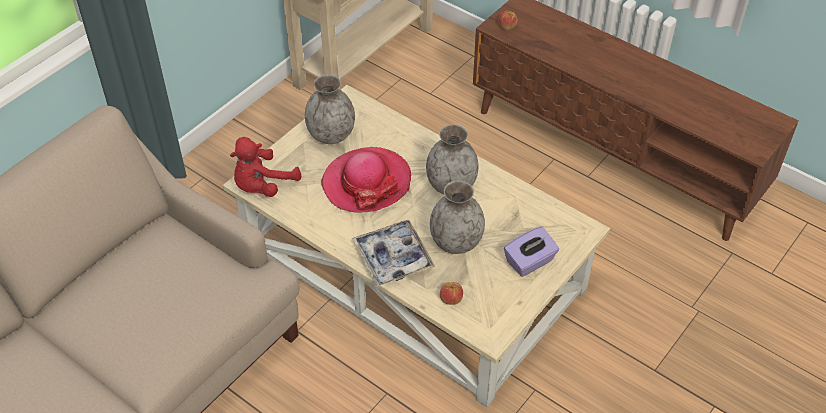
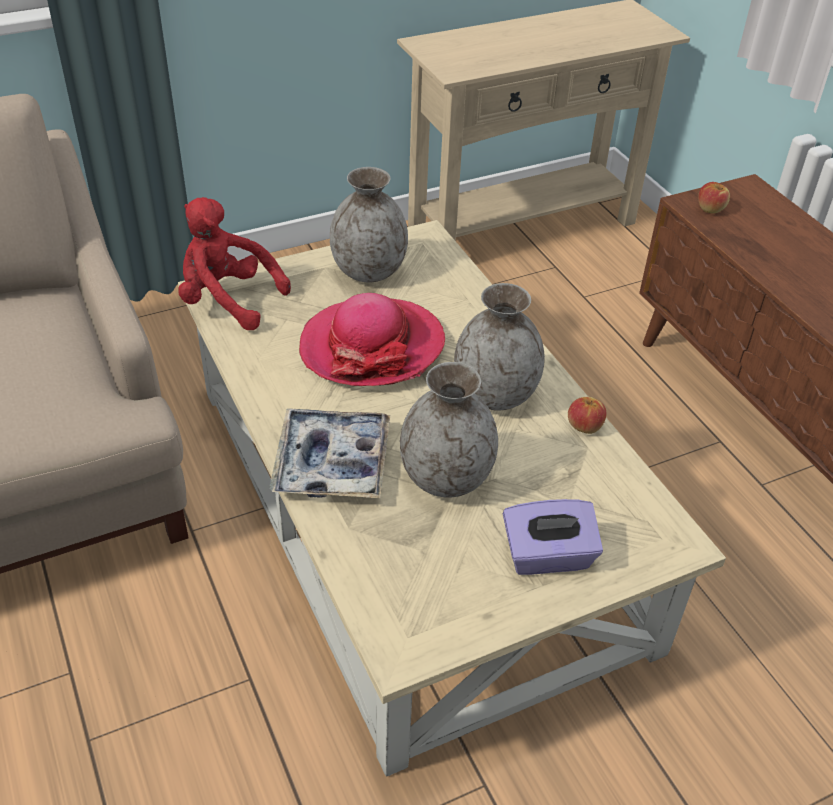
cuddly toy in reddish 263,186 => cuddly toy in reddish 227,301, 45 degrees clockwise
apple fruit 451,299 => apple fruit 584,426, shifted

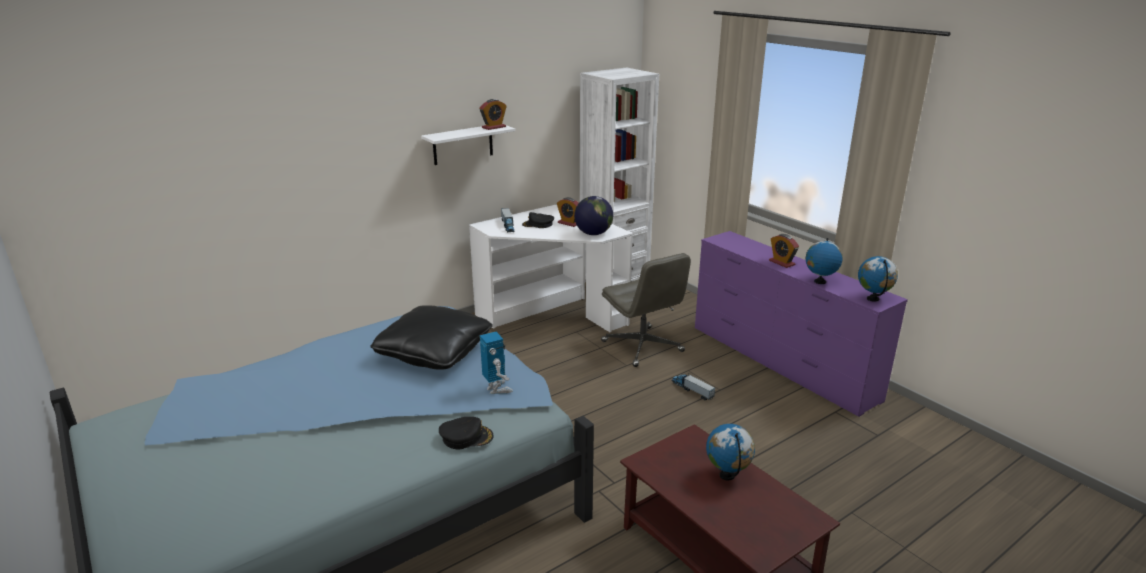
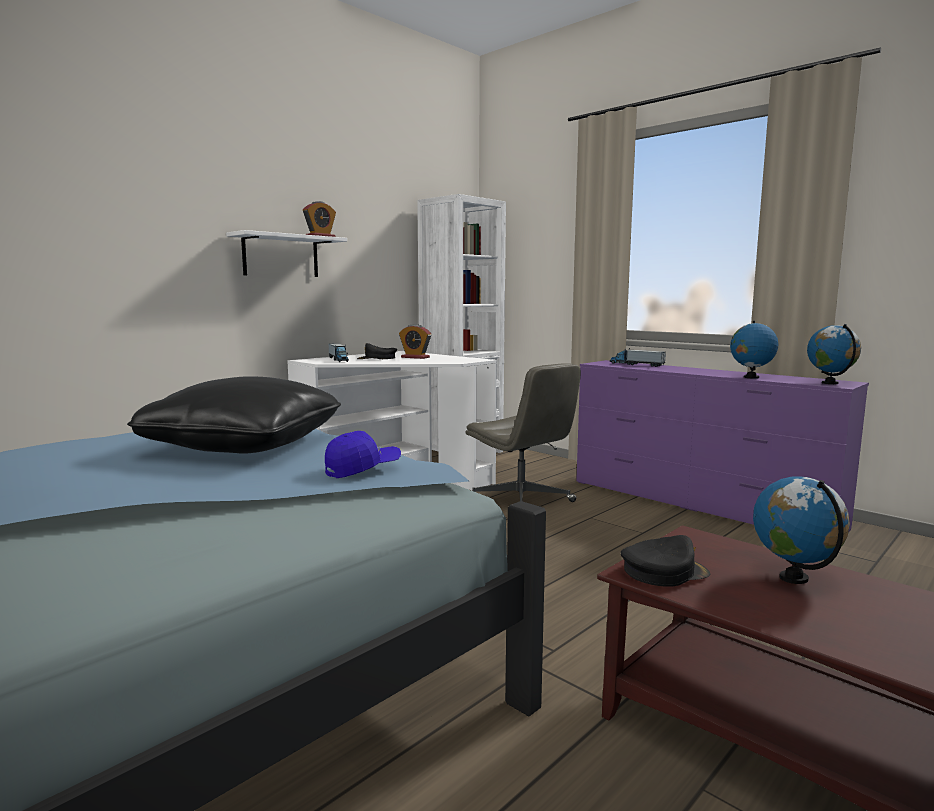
baseball cap in blackish 466,437 => baseball cap in blackish 663,571, shifted
toy robot 497,389 => baseball cap in blue-coloured 362,469
globe 593,233 => nothing
model truck 692,390 => model truck 636,364, shifted
bedside clock 781,263 => nothing

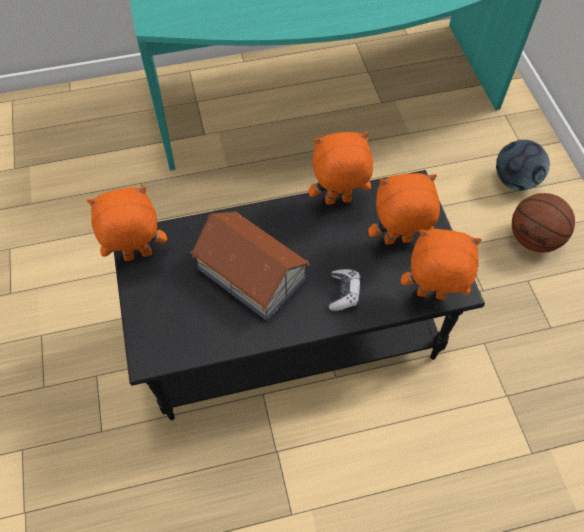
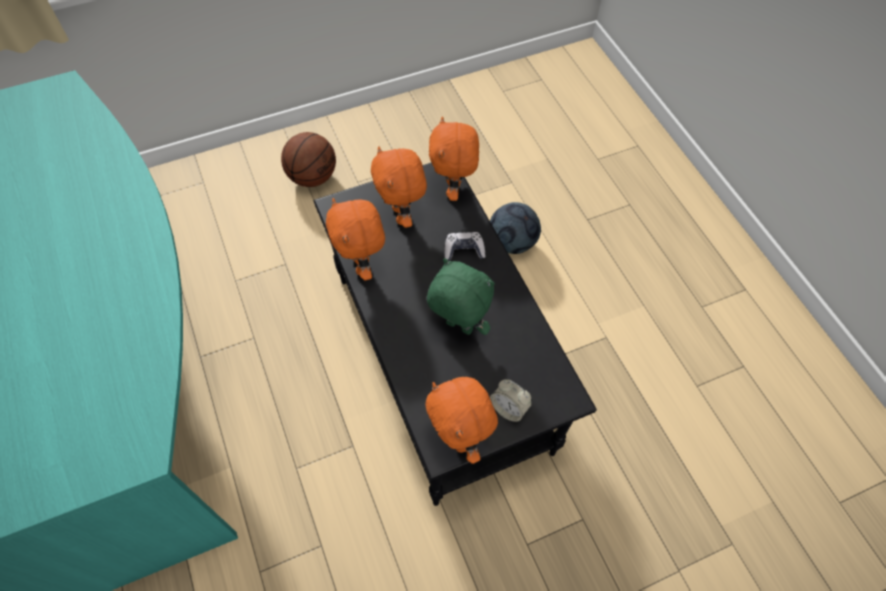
toy house 251,272 => cuddly toy in green-coloured 458,327
ball for football 514,181 => ball for football 512,243, shifted
nothing => bedside clock 509,408

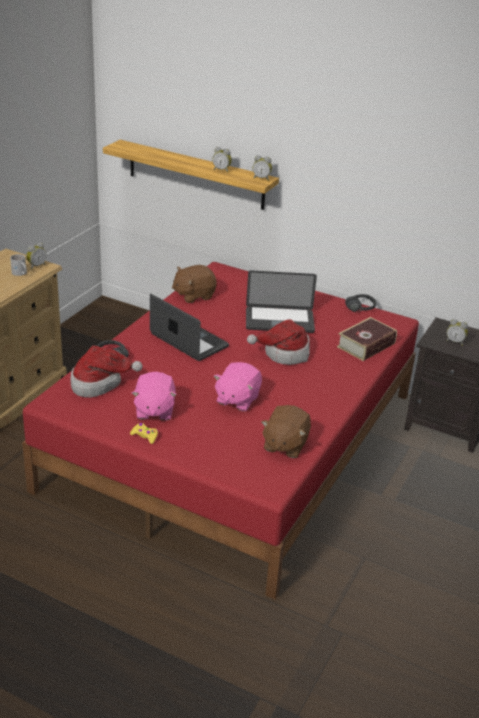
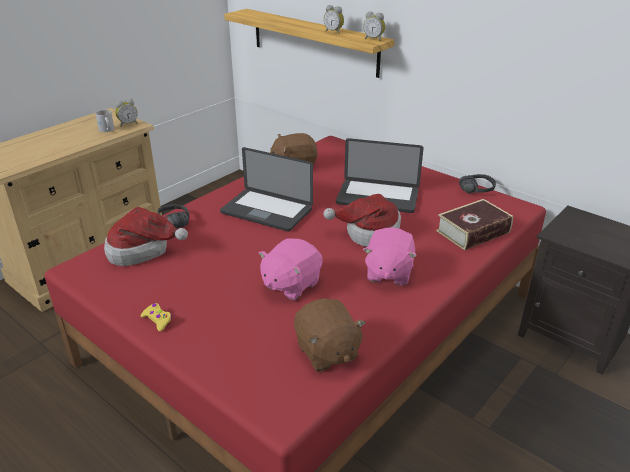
cuddly toy in pinkish 154,410 => cuddly toy in pinkish 388,273, shifted
notebook computer 189,340 => notebook computer 266,211, 150 degrees clockwise
cuddly toy in brown 284,445 => cuddly toy in brown 326,352, 60 degrees counterclockwise
bedside clock 455,342 => nothing

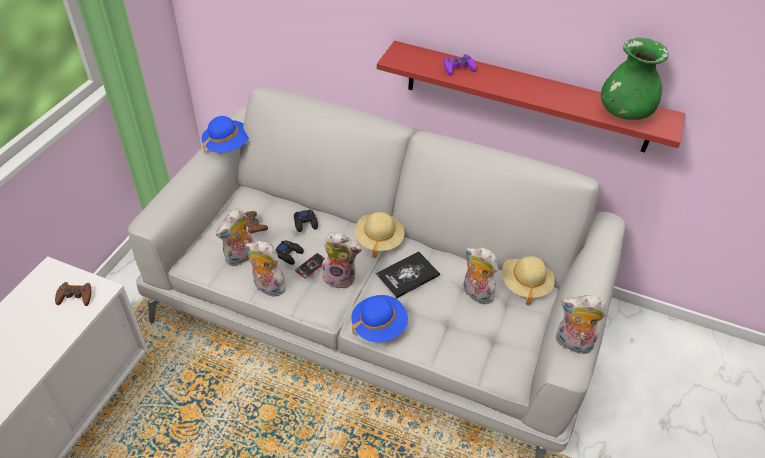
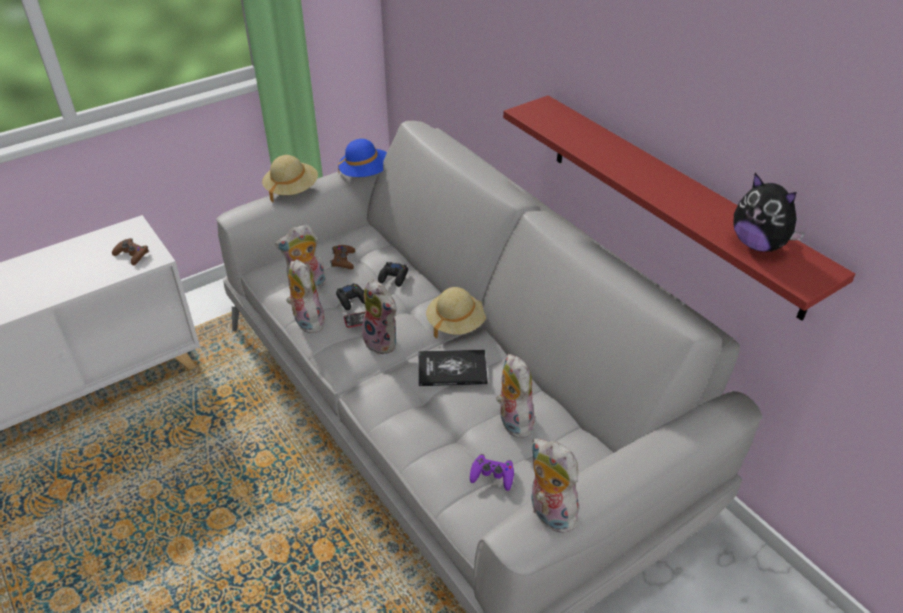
clothing hat in blue-coloured 379,326 => nothing
joypad in purplish 458,68 => joypad in purplish 492,475, shifted
clothing hat in sand-coloured 525,284 => clothing hat in sand-coloured 291,190, shifted
flower vase in green-coloured 623,113 => cuddly toy 758,245

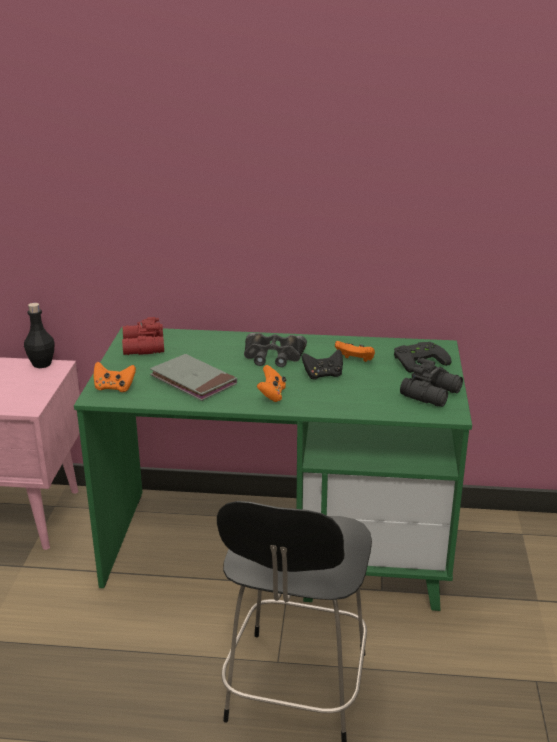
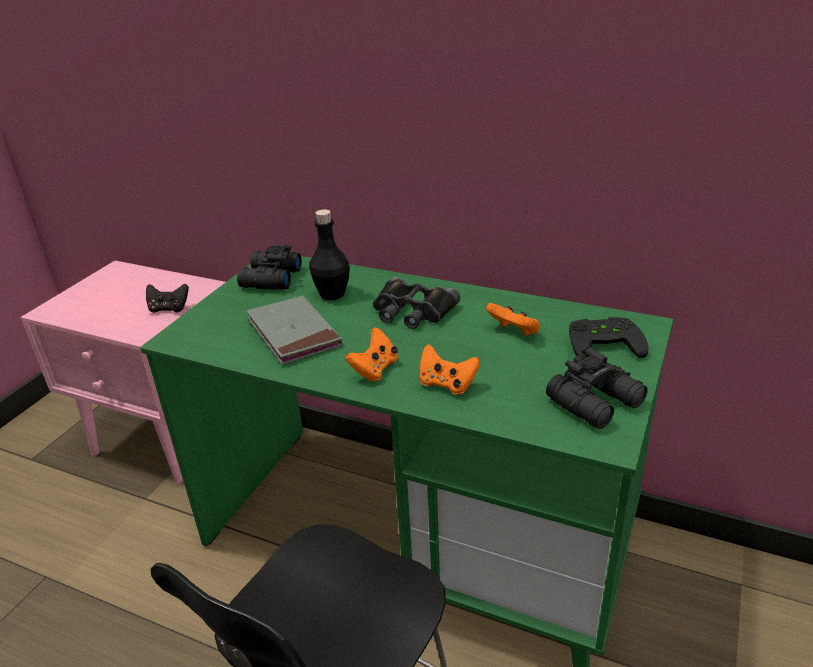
drink bottle in blackish 42,364 => drink bottle in blackish 332,294, shifted
joypad in orangey 114,388 => joypad in orangey 447,384, shifted
binoculars in reddish 142,347 => binoculars in blackish 269,279
joypad in blackish 323,375 => joypad in blackish 169,308, shifted

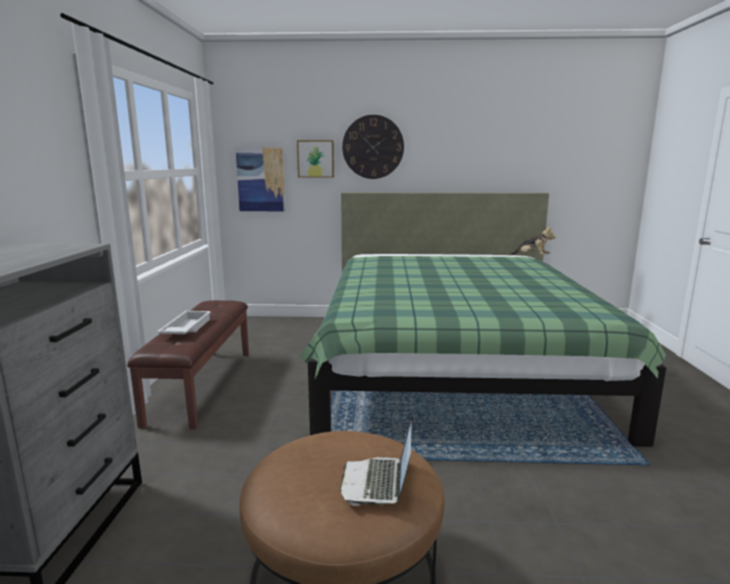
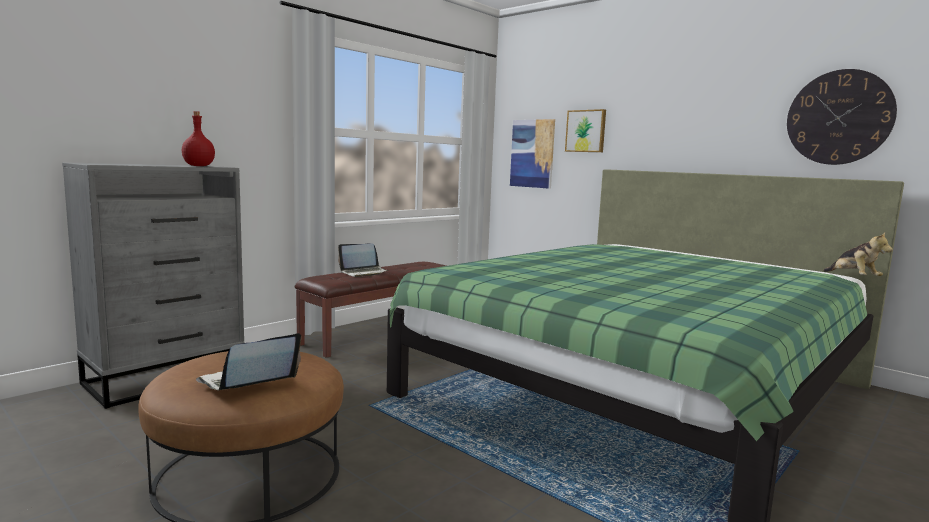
carrying tray in white 185,329 => notebook computer 364,272
clock on the wall 373,147 => clock on the wall 839,117, shifted
nothing => drink bottle in reddish 198,166

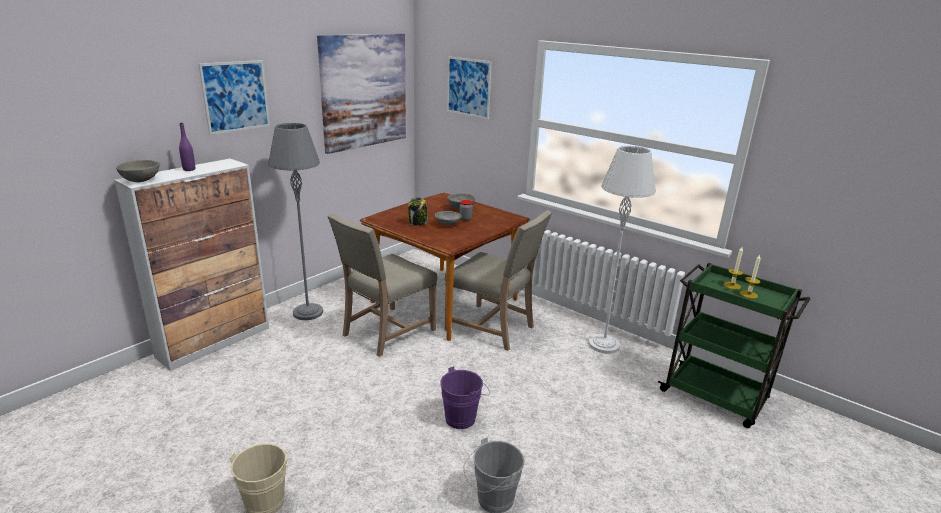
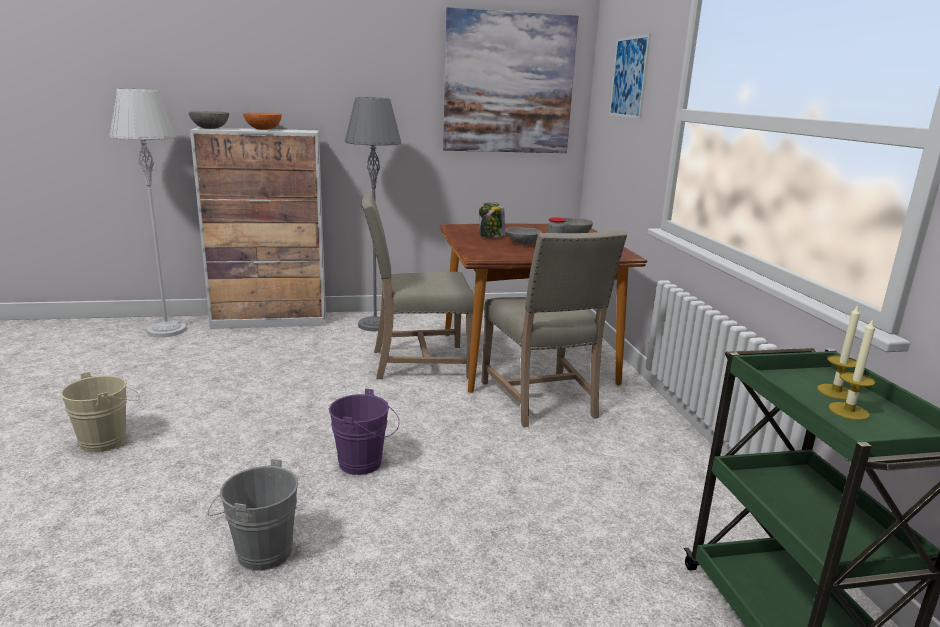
drink bottle in purplish 189,169 => deep dish in orangey 264,129
picture 236,96 => nothing
standard lamp in gray 604,344 => standard lamp in gray 167,330, shifted

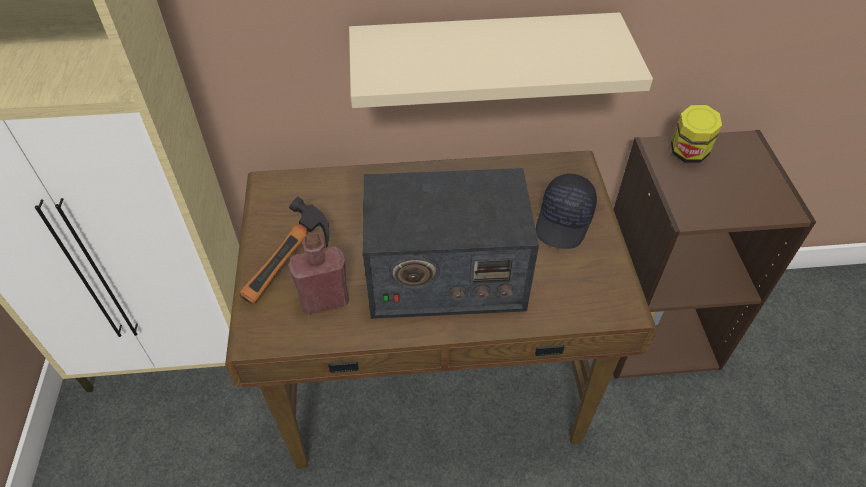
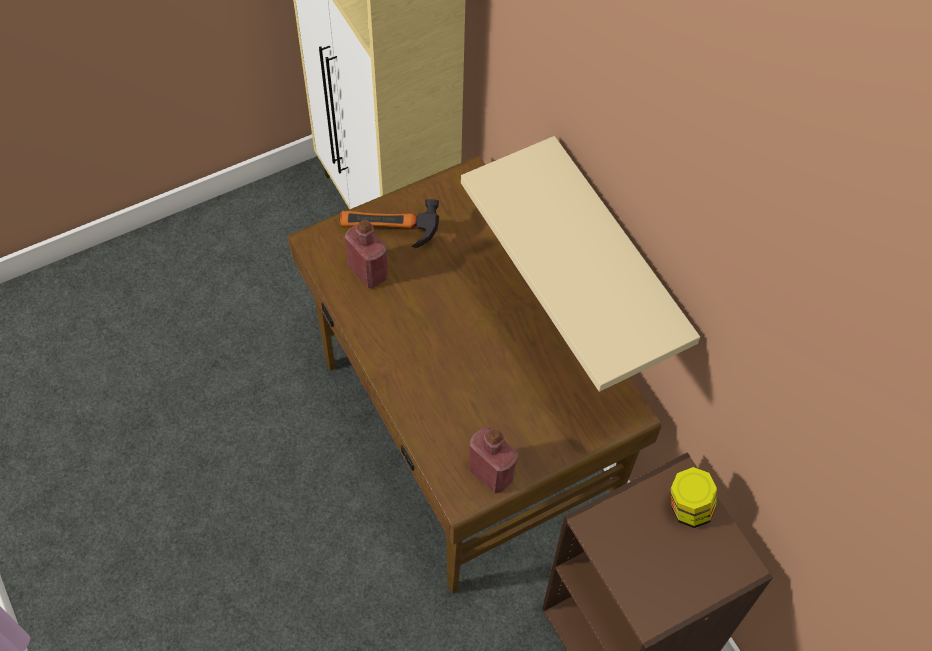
radio set 444,275 => nothing
baseball cap in blackish 565,221 => nothing
nothing => drink bottle in reddish 491,473

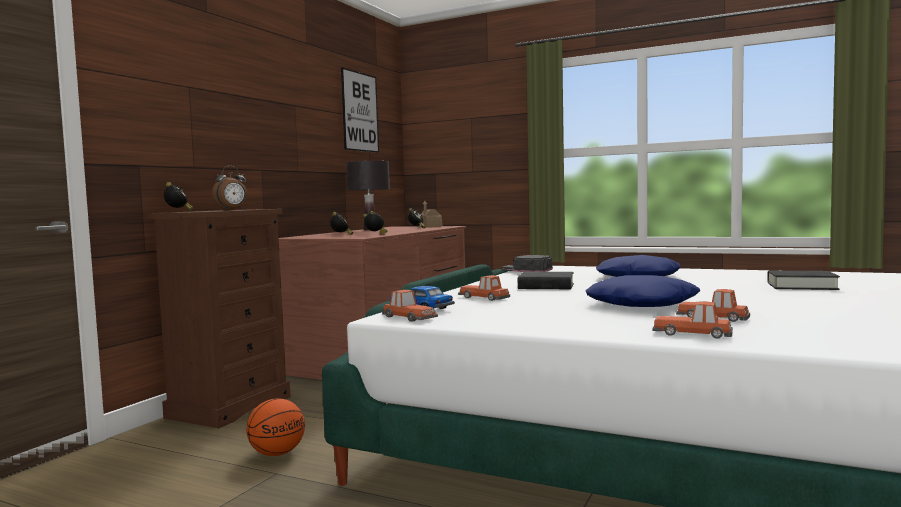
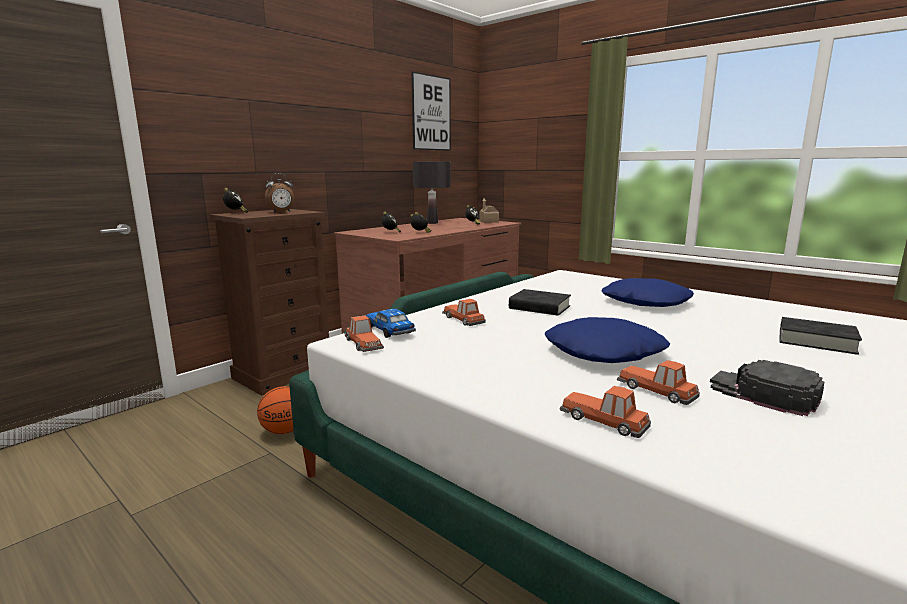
baseball cap in blackish 527,270 => baseball cap in blackish 763,393, shifted

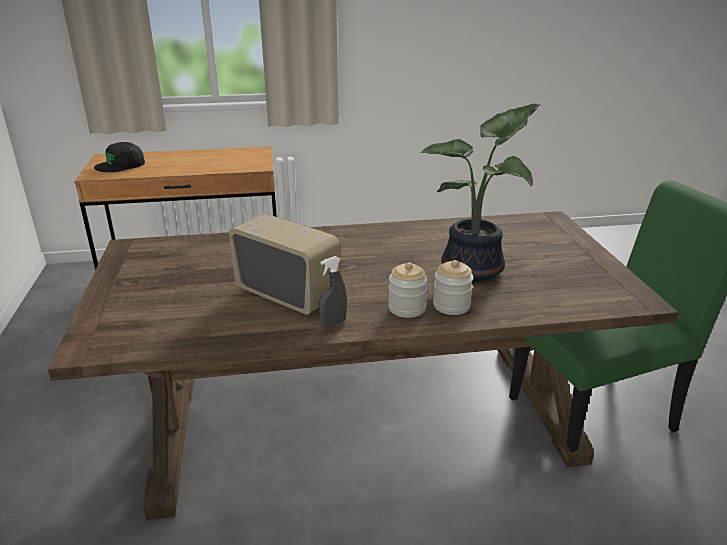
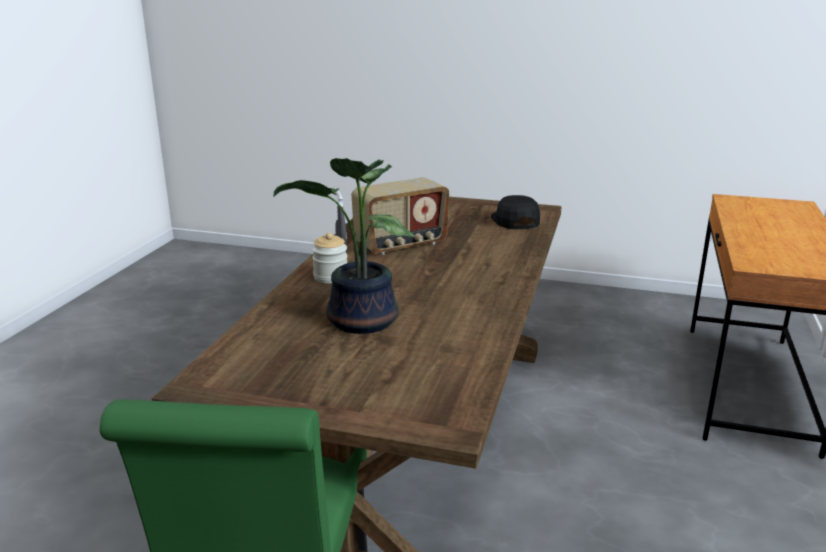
baseball cap in blackish 121,165 => baseball cap in blackish 514,220, shifted
storage jar 451,306 => nothing

